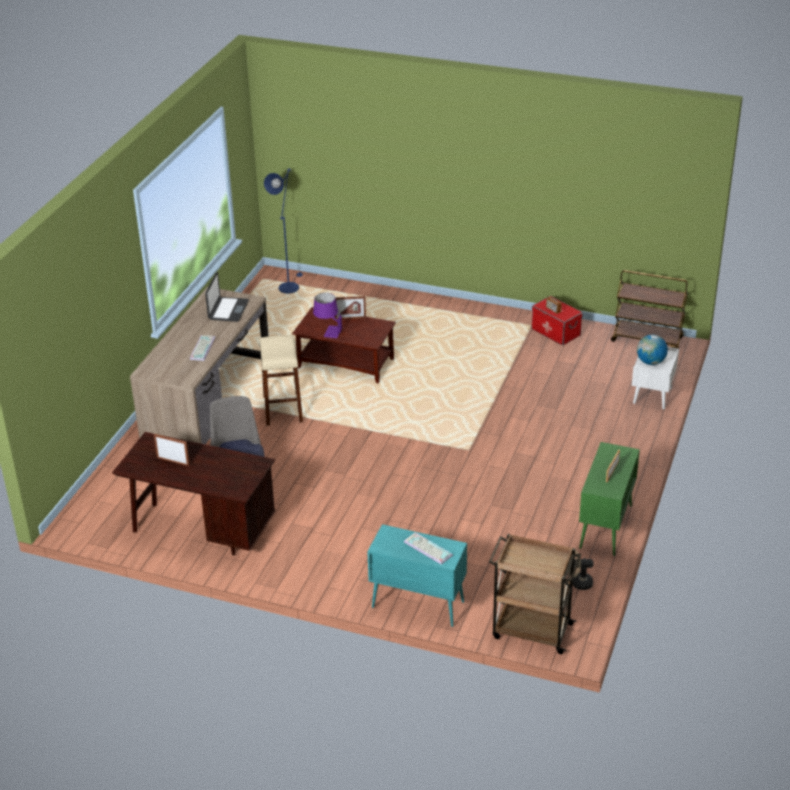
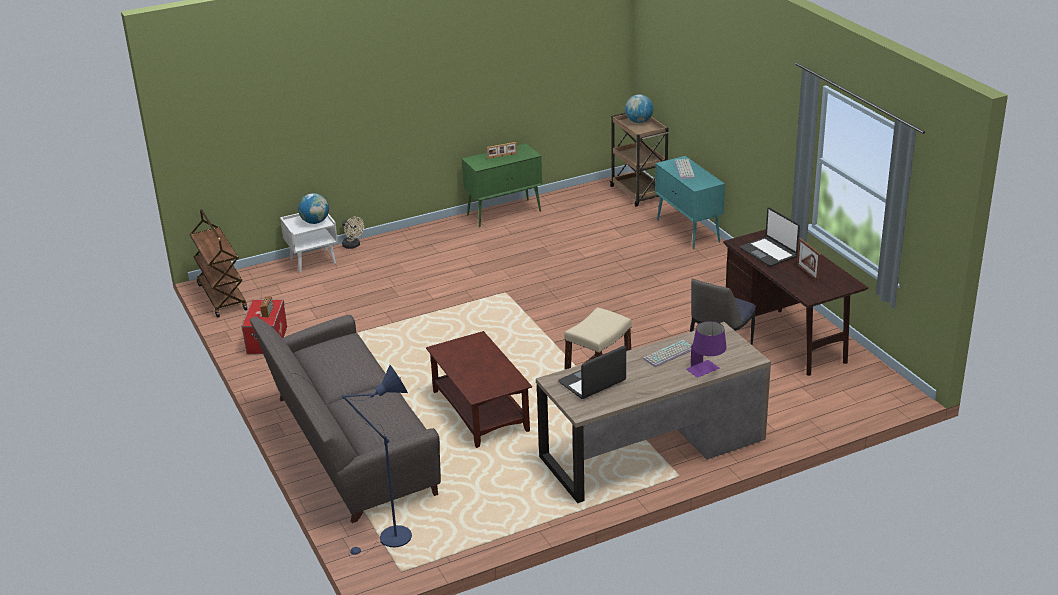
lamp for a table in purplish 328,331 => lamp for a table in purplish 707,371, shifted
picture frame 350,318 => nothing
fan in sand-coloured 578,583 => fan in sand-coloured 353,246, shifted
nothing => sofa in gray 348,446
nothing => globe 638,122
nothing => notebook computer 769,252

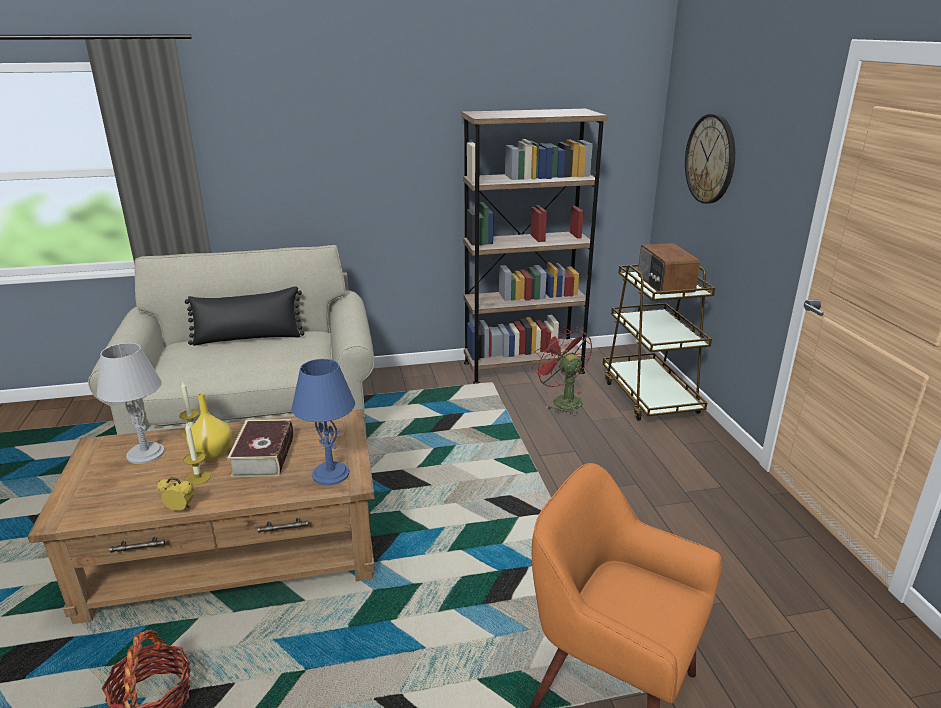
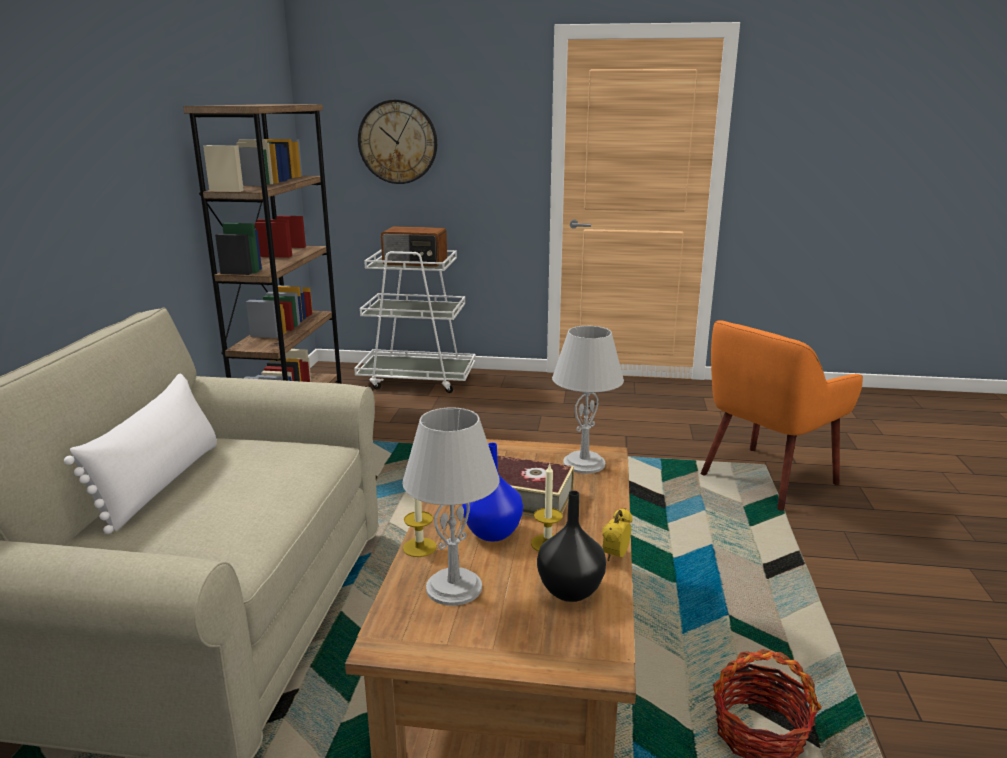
pillow in blackish 248,338 => pillow in white 161,483
flower vase in yellow 212,454 => flower vase in blue-coloured 494,533
lamp for a table in blue-coloured 331,474 => lamp for a table in gray 584,463
fan in reddish 562,400 => nothing
wheeled cart in brown 650,396 => wheeled cart in white 417,379
nothing => flower vase in blackish 569,591

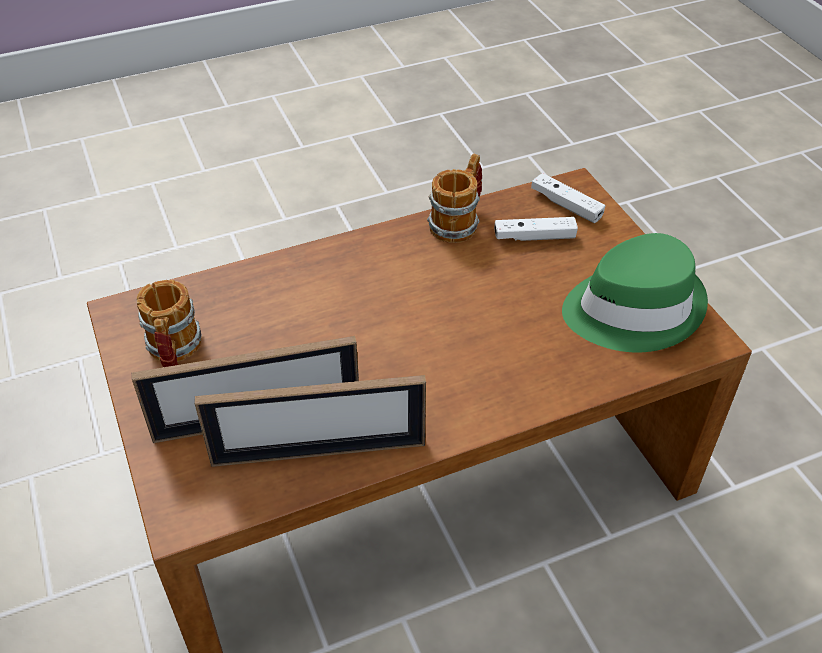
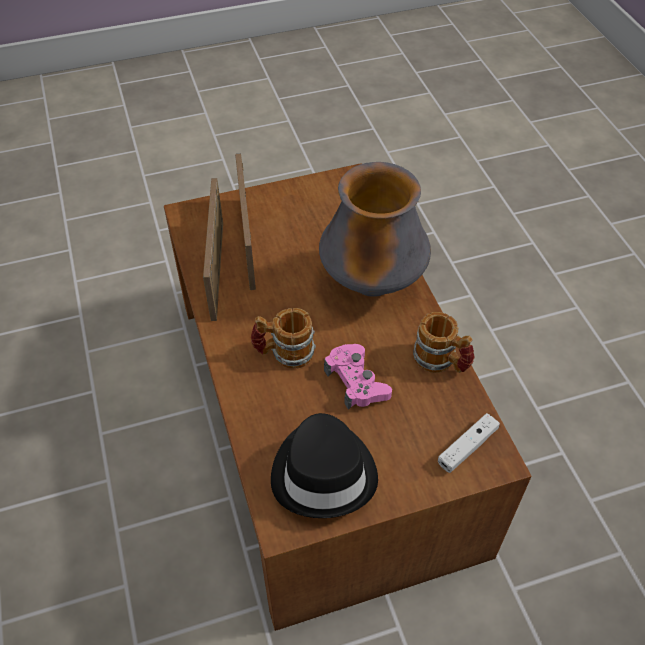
coffee mug 174,352 => coffee mug 284,353, shifted
joypad in white 534,237 => nothing
clothing hat in green-coloured 632,309 => clothing hat in blackish 324,472
nothing => flower vase 372,284
nothing => joypad in pinkish 356,382

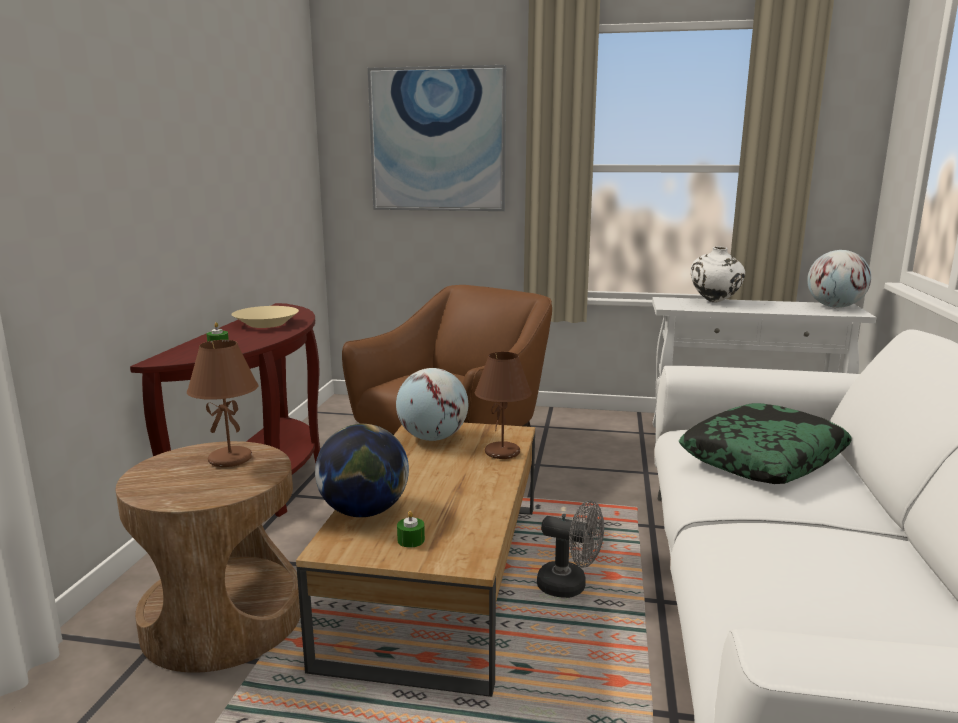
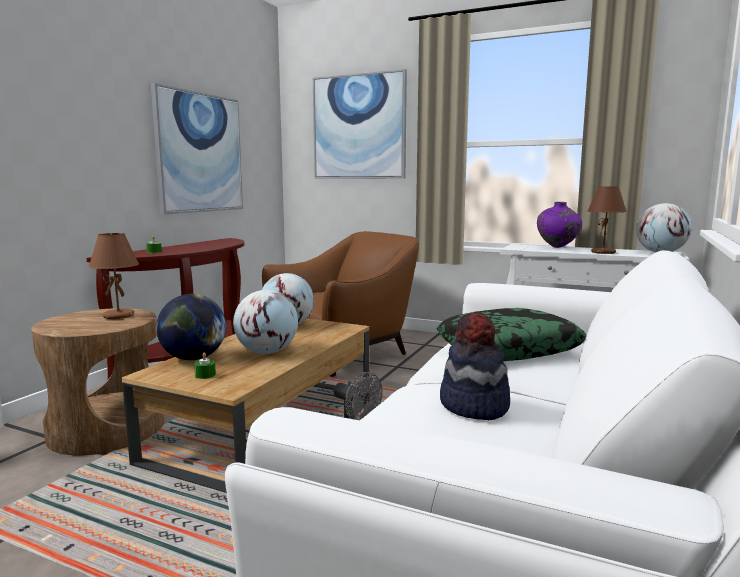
deep dish in sand-coloured 266,324 => nothing
lamp for a table in brown 502,453 => lamp for a table in brown 603,252, shifted
flower vase in white 715,302 => flower vase in purplish 557,247
nothing => picture 200,153
nothing => globe 267,352
nothing => clothing hat 473,406

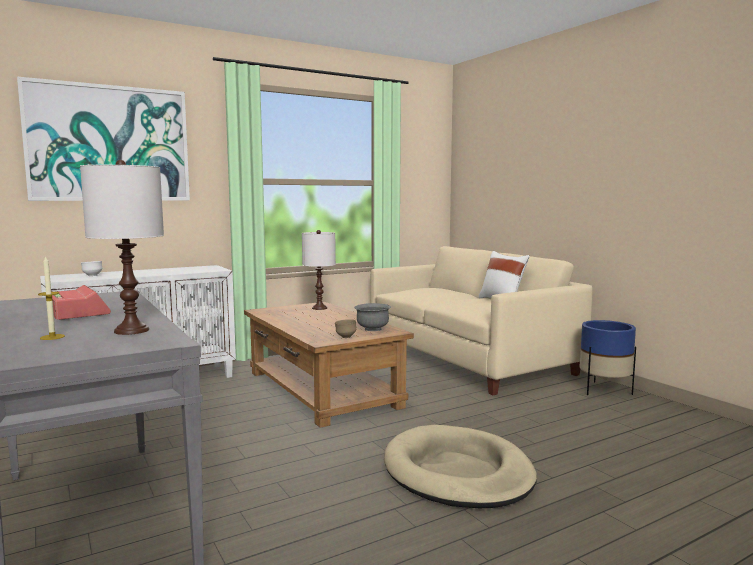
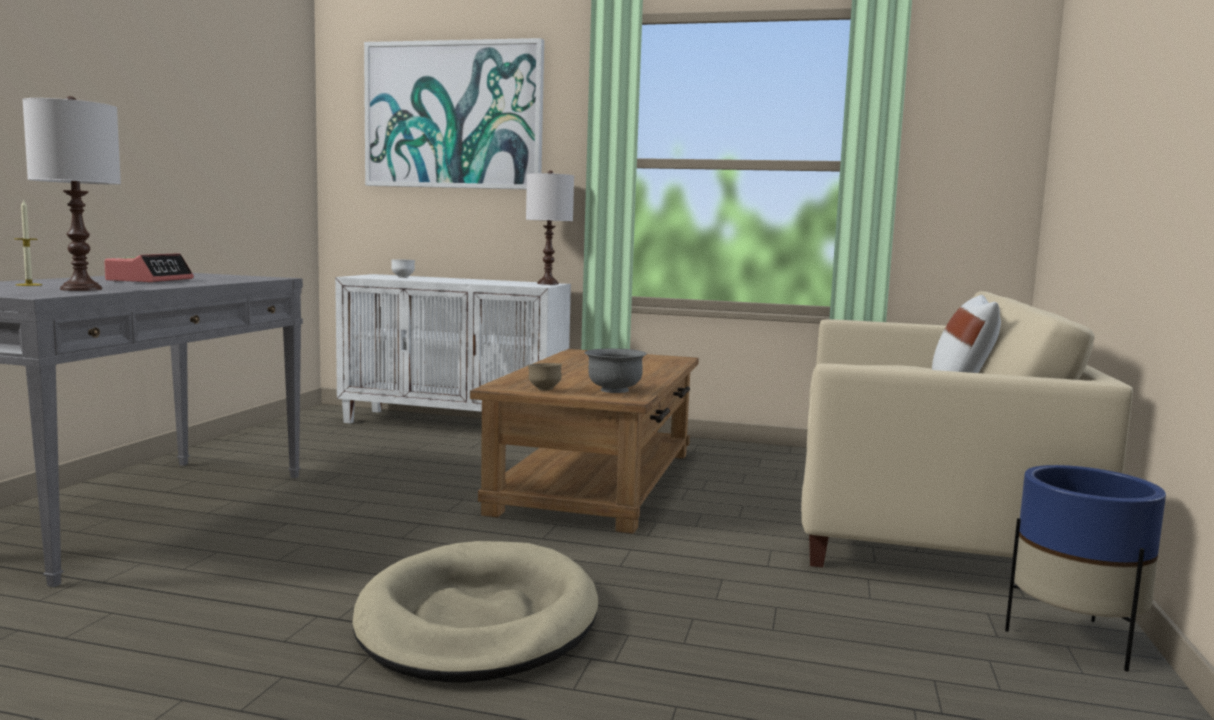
lamp for a table in white 320,308 => lamp for a table in white 548,283, shifted

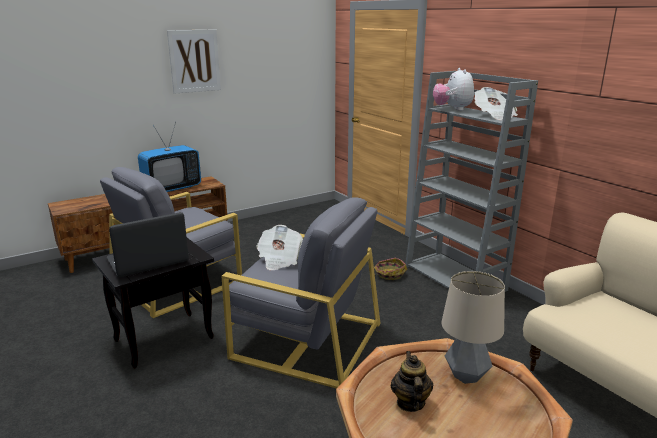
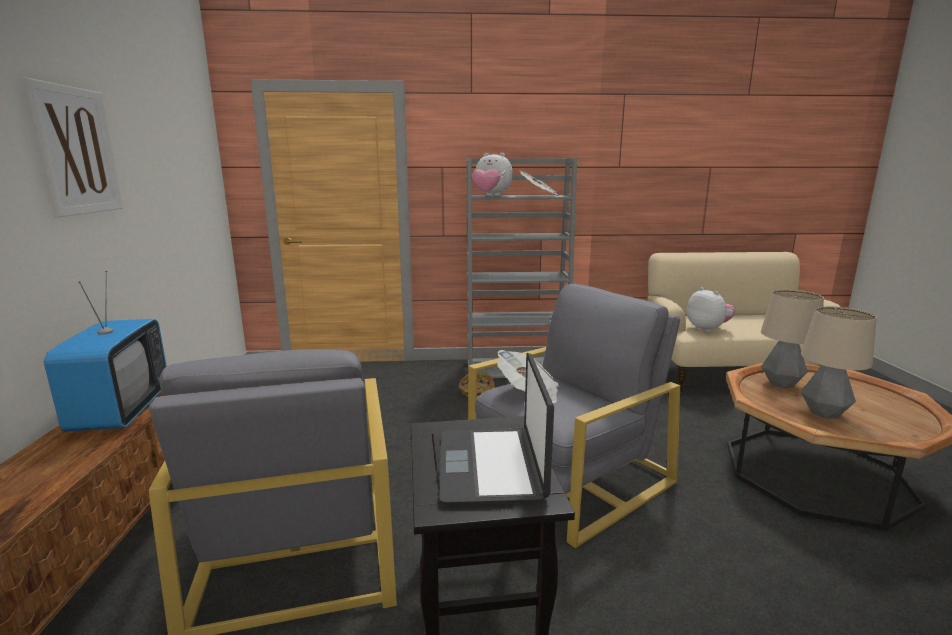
tea pot 410,403 => lamp for a table 824,413
nothing => cuddly toy 708,329

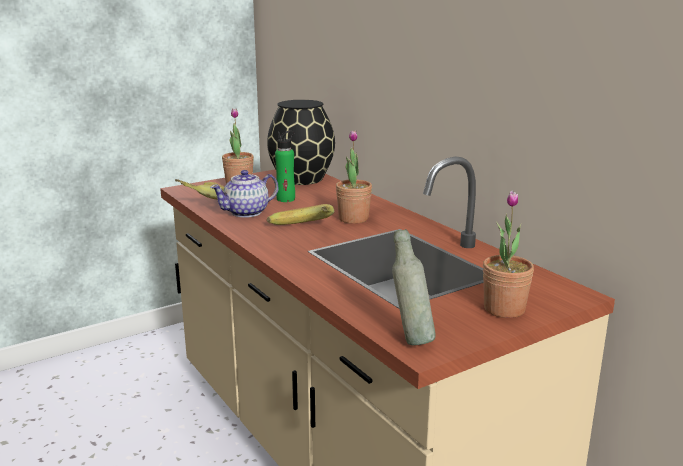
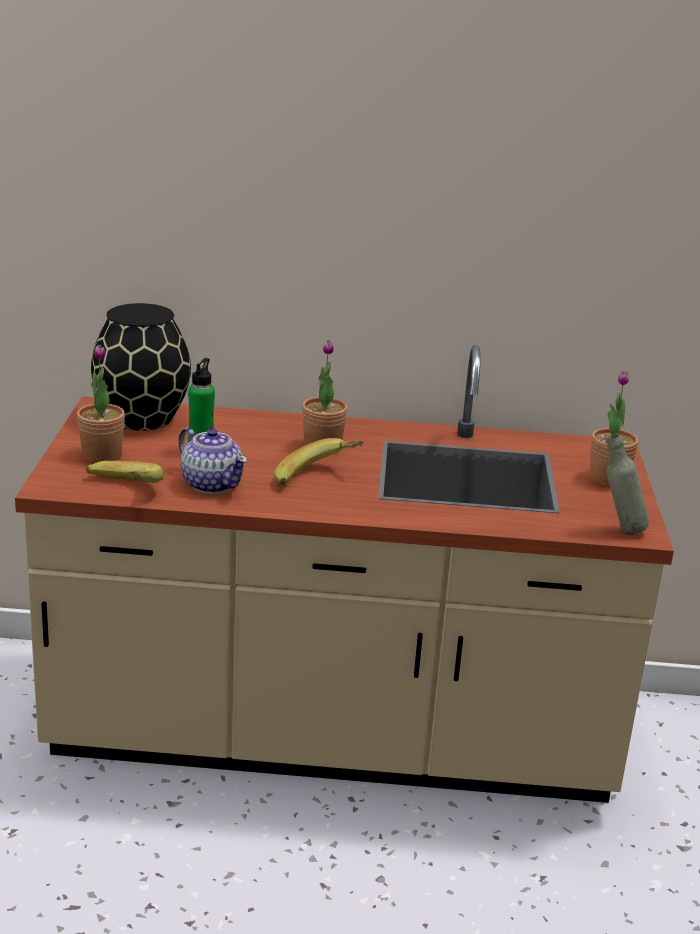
tea pot 247,212 => tea pot 212,484, 45 degrees counterclockwise

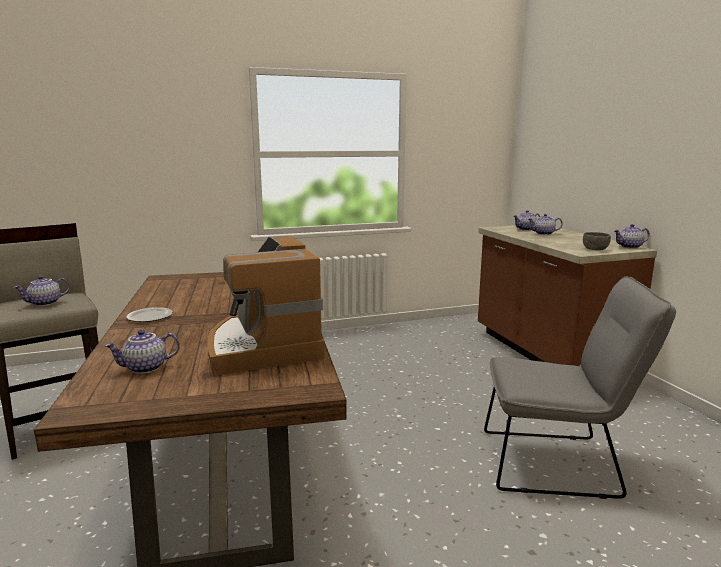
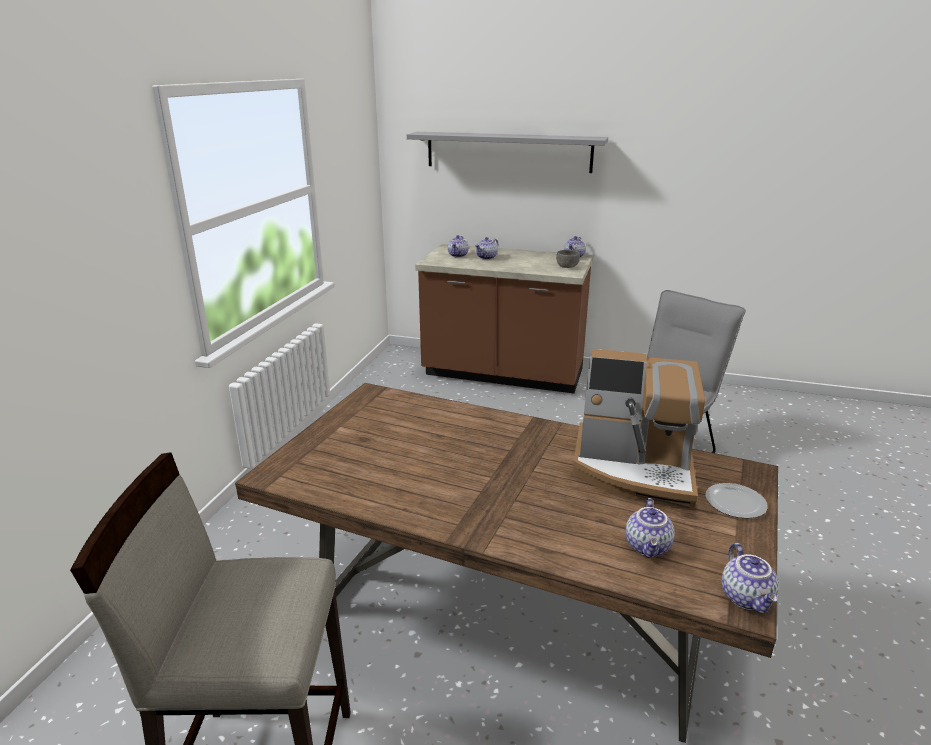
tea pot 45,303 => tea pot 747,598, shifted
dinner plate 150,316 => dinner plate 734,502, shifted
nothing => bracket shelf in gray 508,152

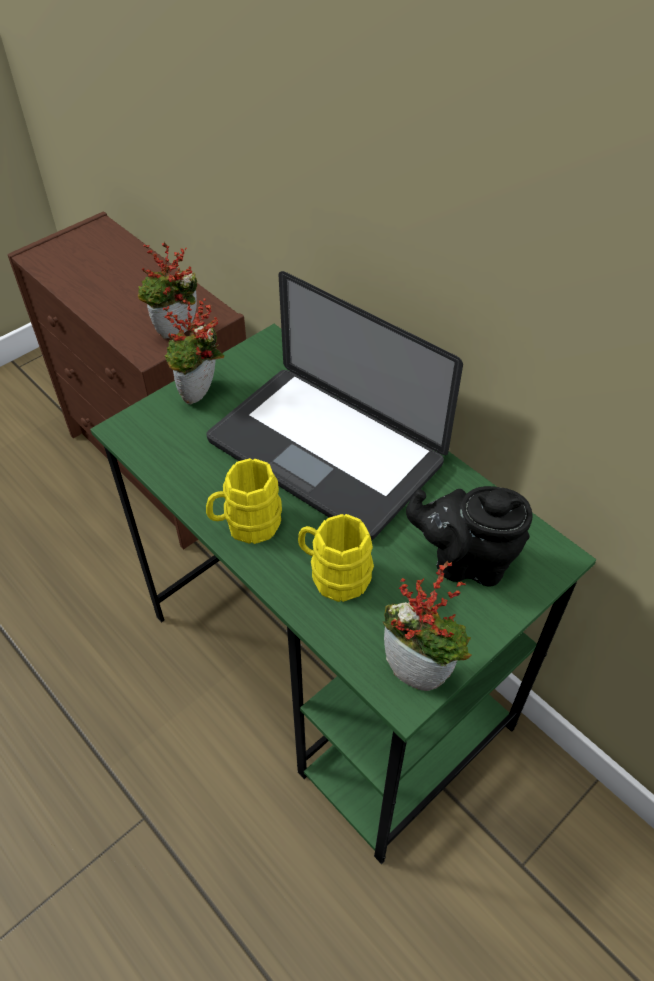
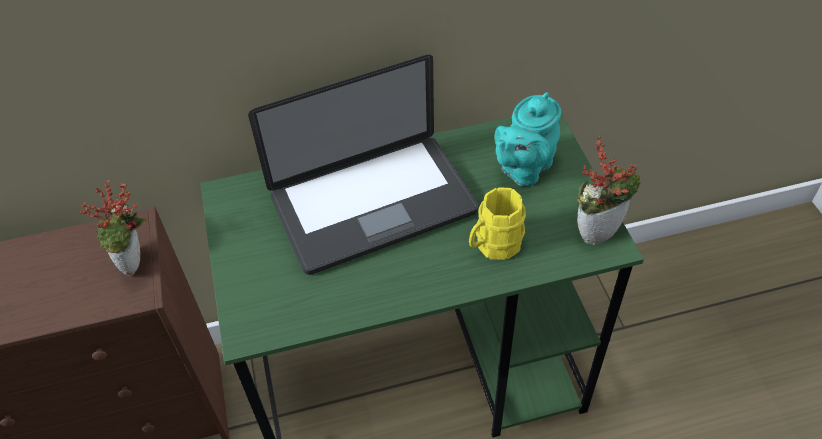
plant in a pot 201,396 => nothing
coffee mug in yellow 246,524 => nothing
tea pot in blackish 465,561 => tea pot in turquoise 523,169

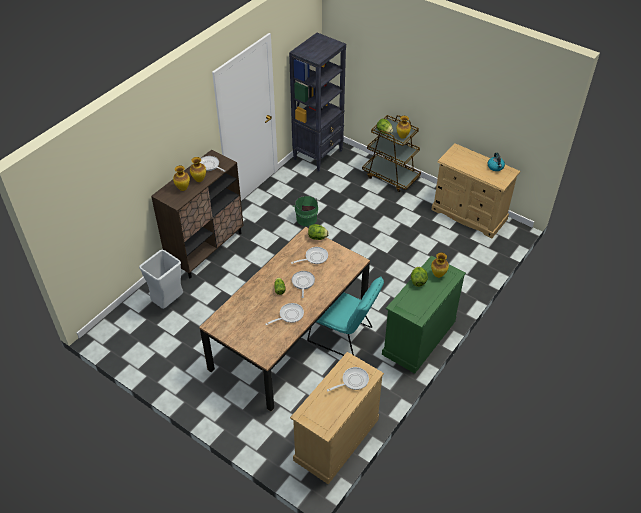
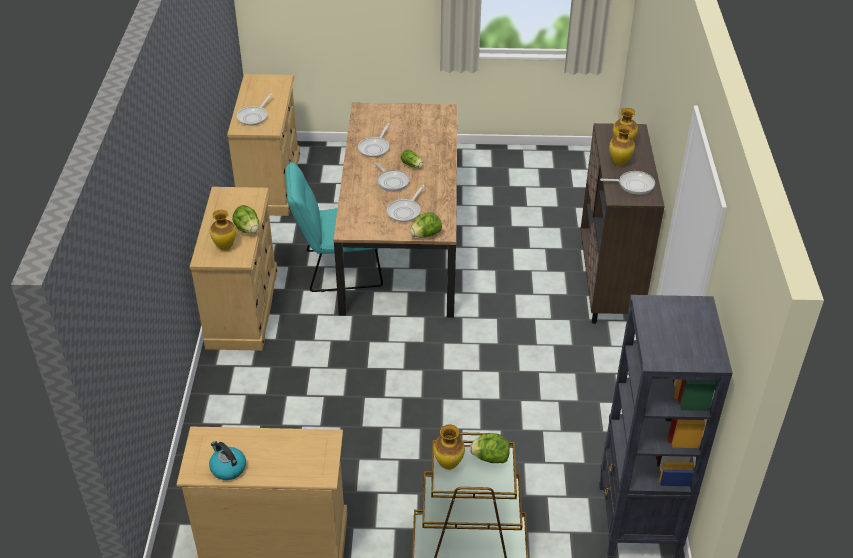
trash can in gray 168,302 => nothing
water bucket in green-coloured 306,218 => nothing
drawer chest in green-coloured 418,337 => drawer chest in sand-coloured 243,308

